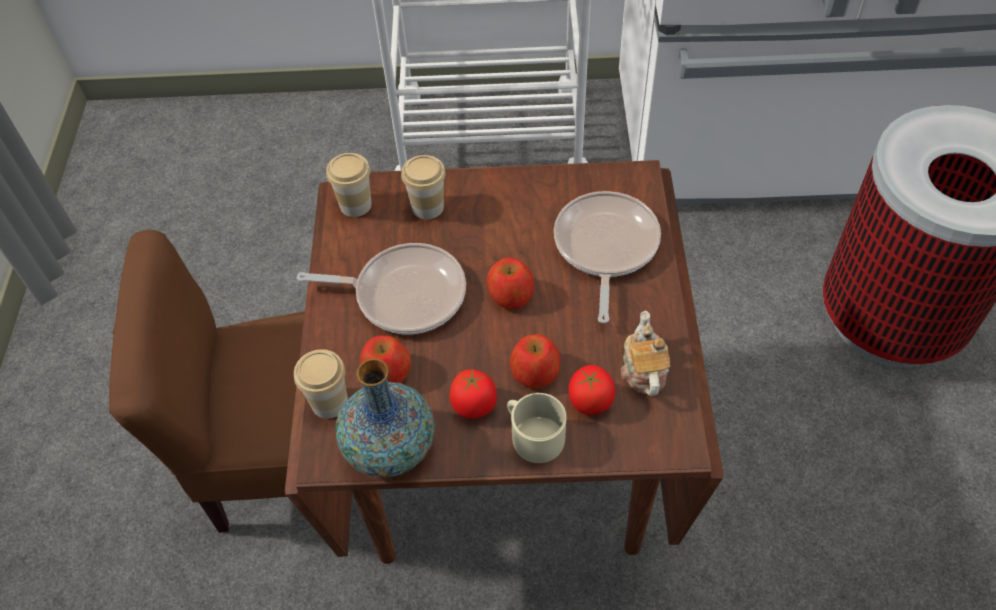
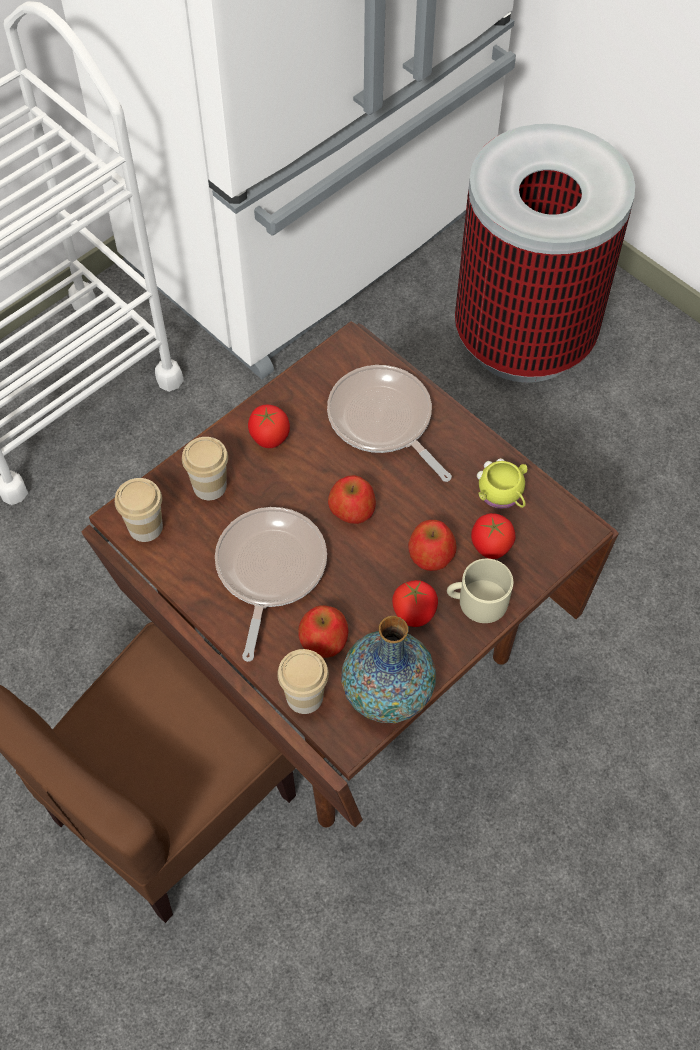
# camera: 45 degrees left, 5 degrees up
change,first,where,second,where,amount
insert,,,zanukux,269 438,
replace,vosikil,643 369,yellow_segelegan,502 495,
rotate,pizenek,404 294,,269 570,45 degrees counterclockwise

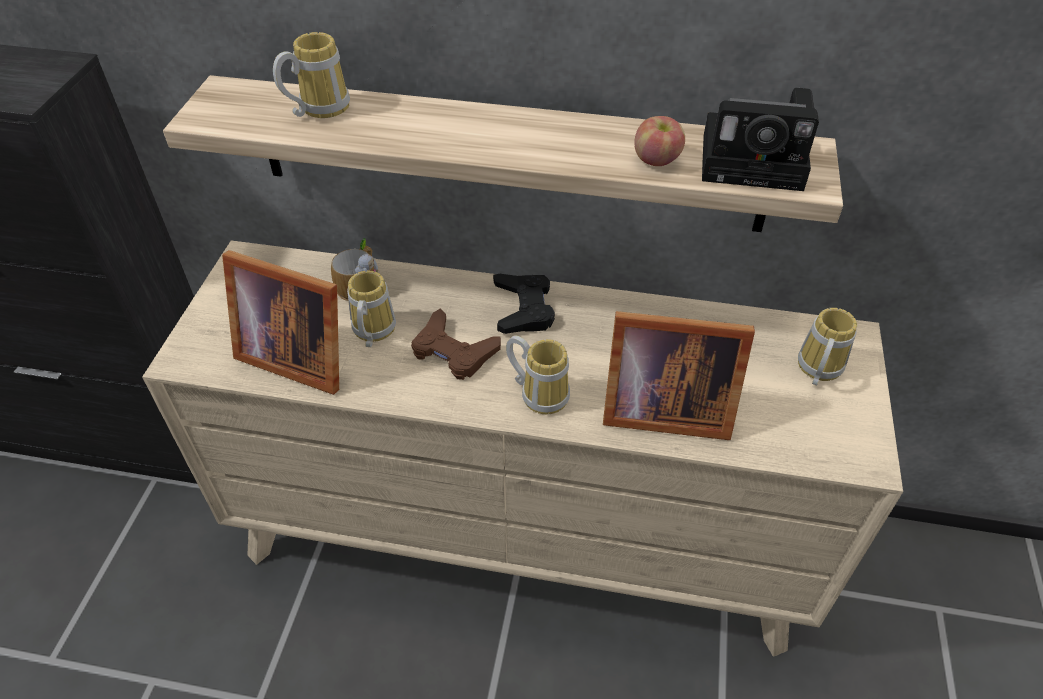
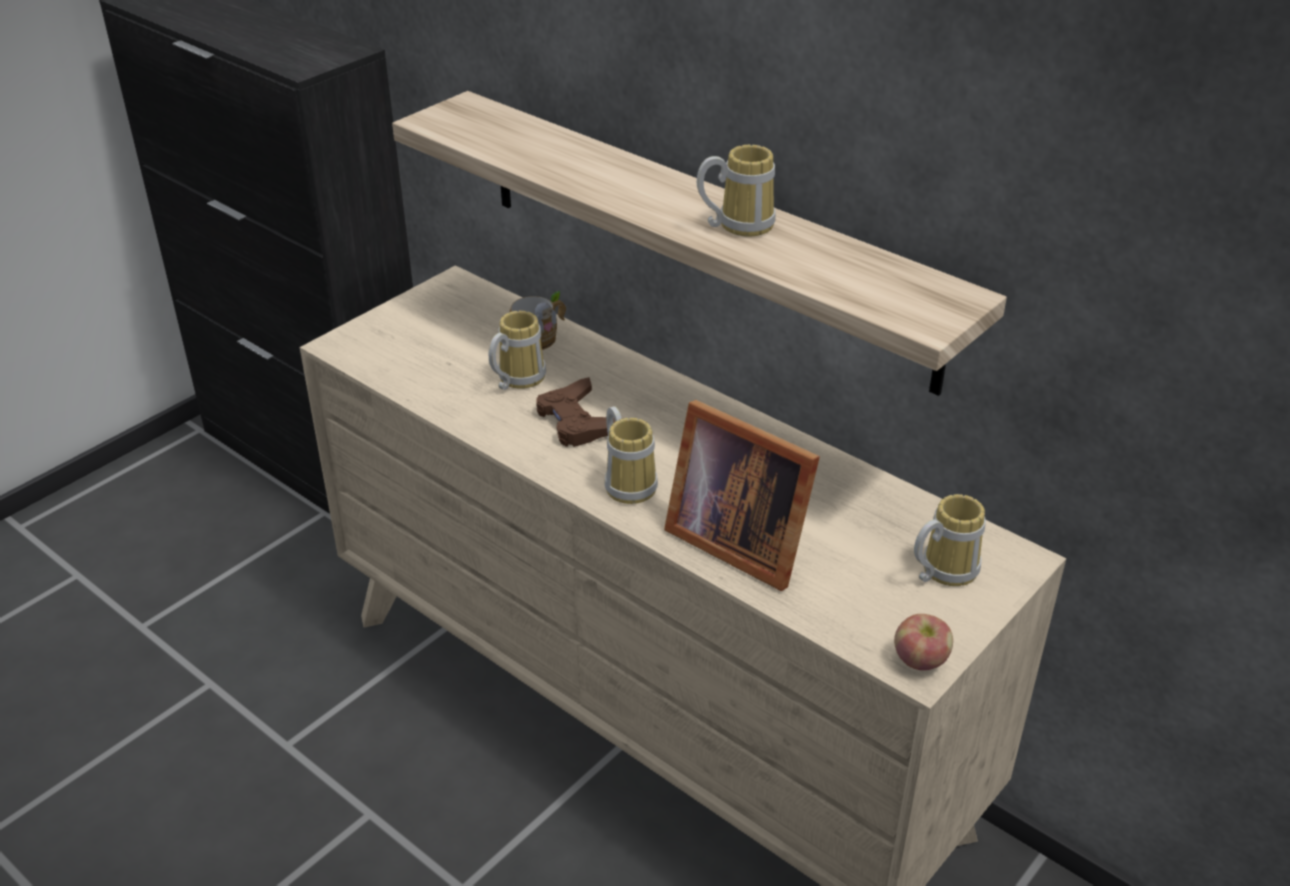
# camera: 30 degrees right, 10 degrees down
change,first,where,second,where,amount
delete,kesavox,296 355,,,
delete,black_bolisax,523 308,,,
delete,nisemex,757 162,,,
move,segelegan,318 108,,738 224,
move,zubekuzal,657 160,,920 660,

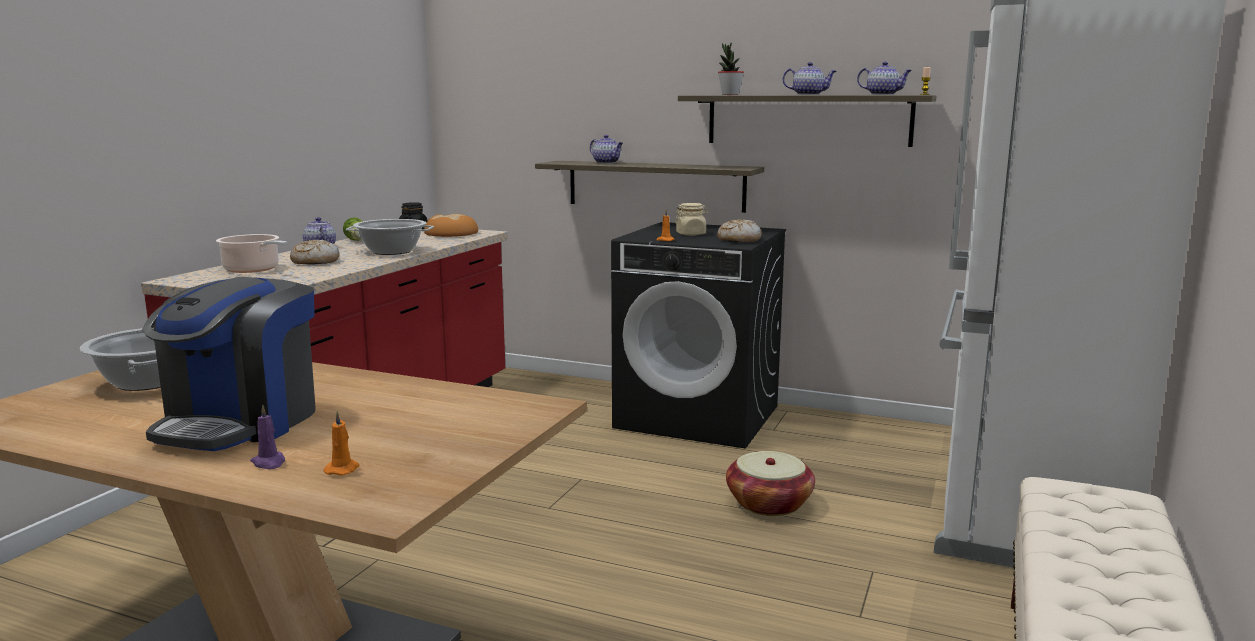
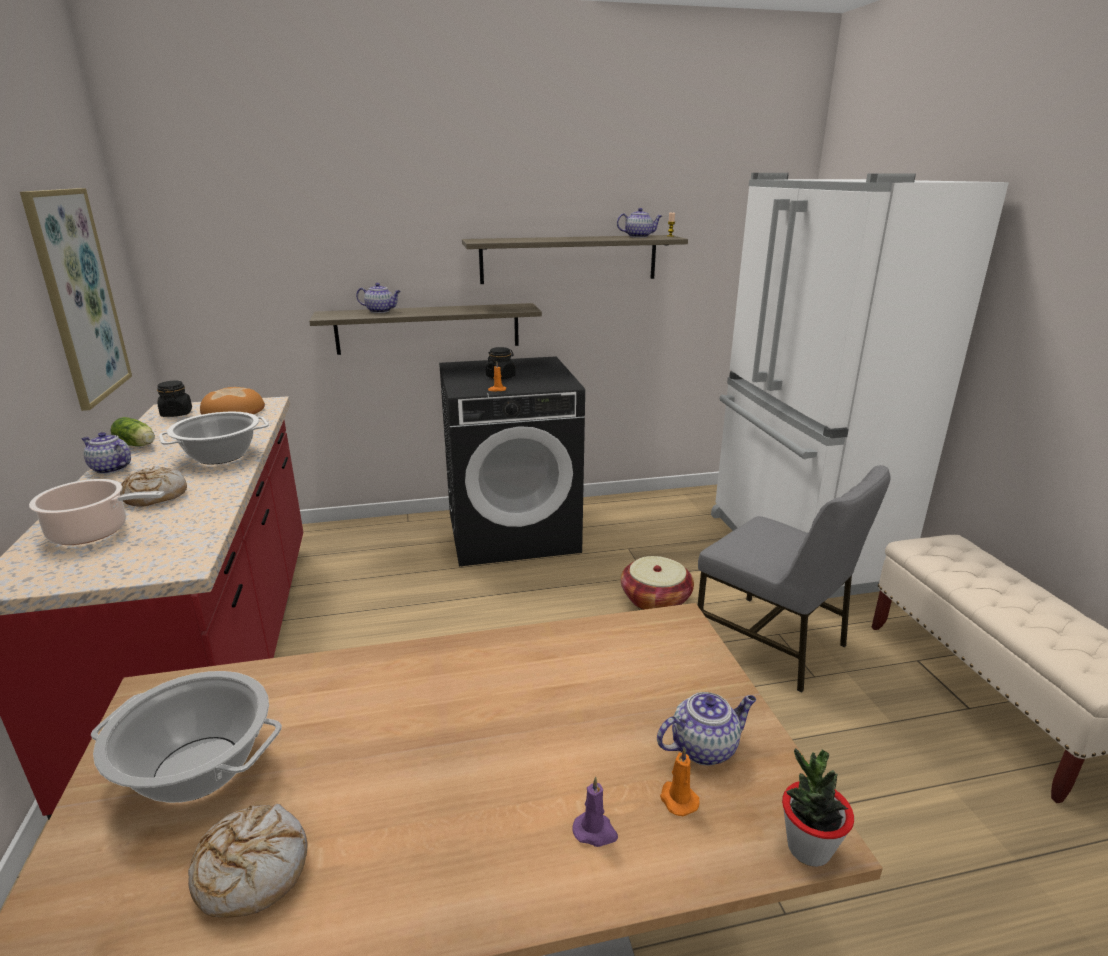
# camera: 35 degrees left, 10 degrees up
change,first,where,second,where,amount
delete,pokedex,241 422,,,
insert,,,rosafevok,78 297,
insert,,,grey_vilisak,773 643,
move,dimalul,738 240,,251 869,
move,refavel,730 95,,808 848,
move,vosikil,809 94,,704 747,
recolor,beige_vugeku,691 234,black_vugeku,501 377,

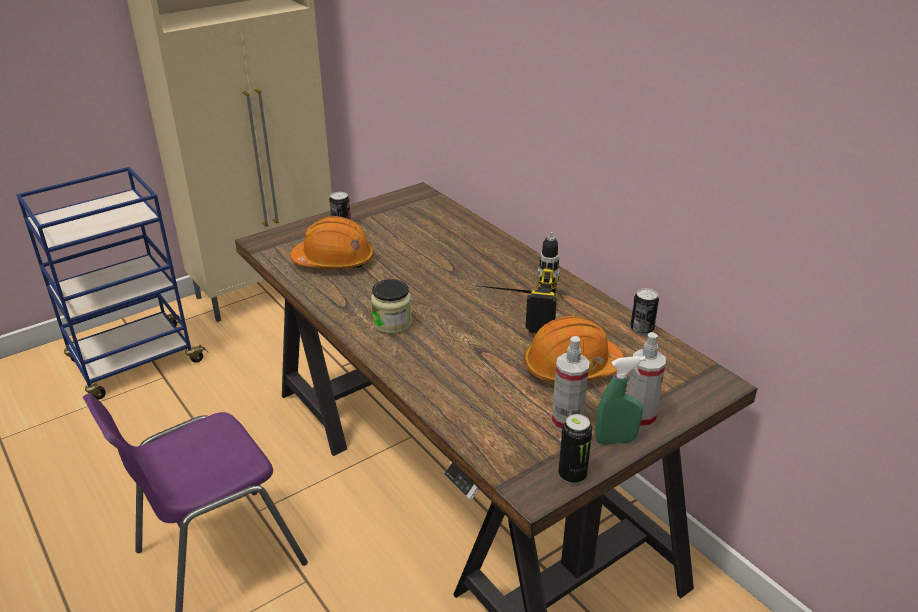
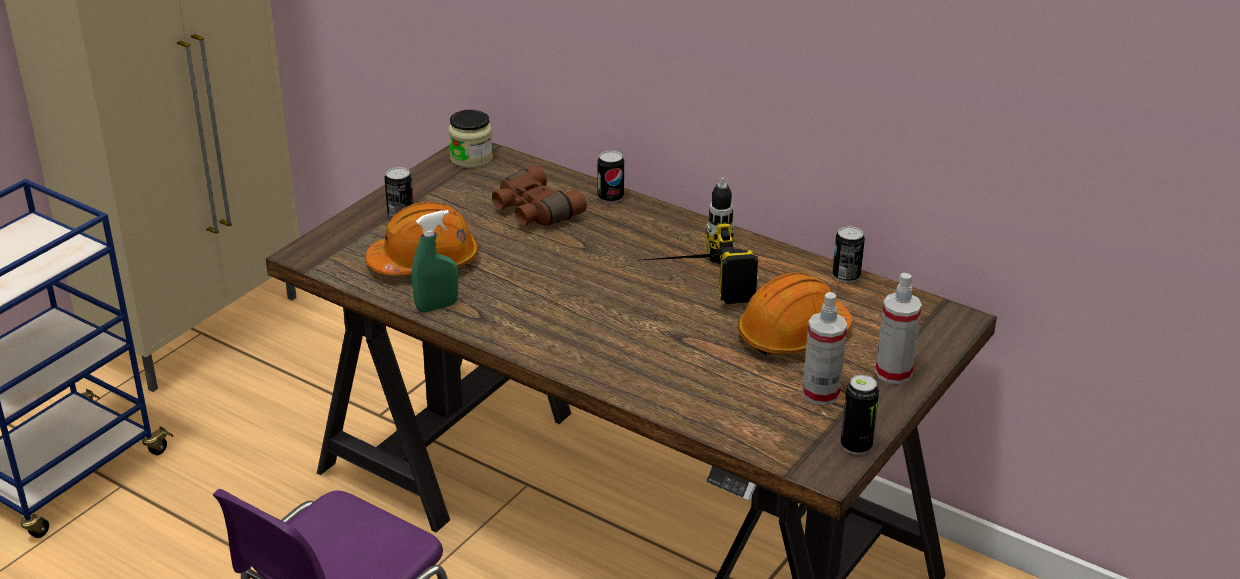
# camera: 20 degrees left, 0 degrees up
change,first,where,second,where,amount
insert,,,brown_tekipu,533 211,
insert,,,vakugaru,610 197,
move,vugeku,392 323,,471 158,
move,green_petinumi,615 440,,437 307,

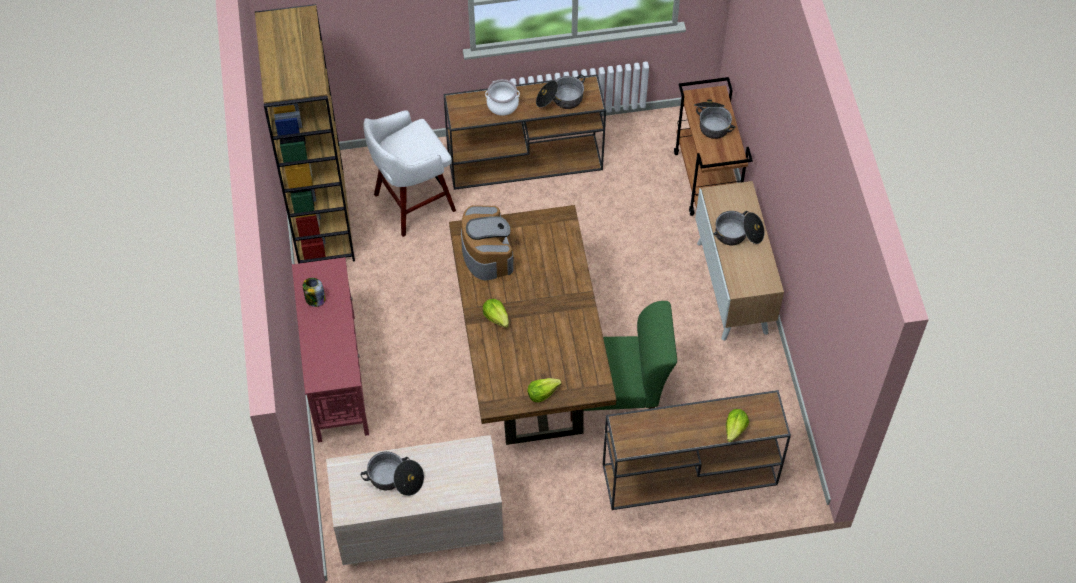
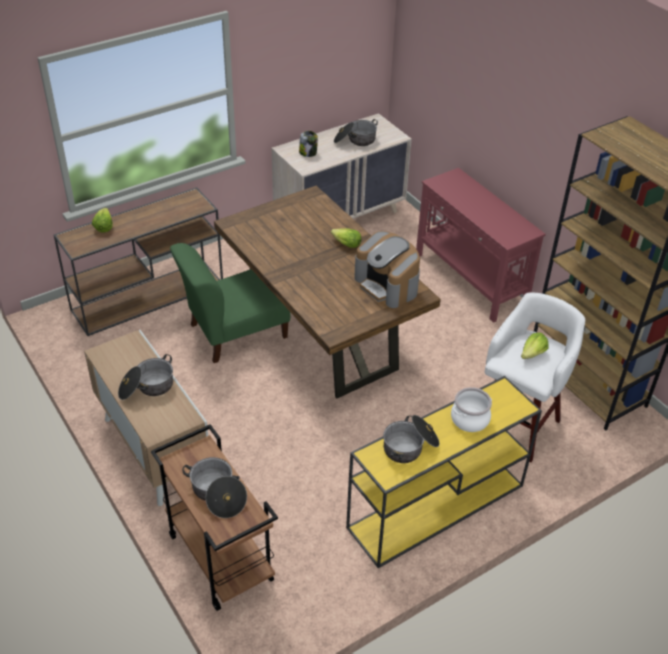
# camera: 155 degrees right, 15 degrees down
change,first,where,second,where,amount
move,vugeku,315 299,,308 153,
move,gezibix,542 393,,533 354,
recolor,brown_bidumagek,526 161,yellow_bidumagek,435 507,

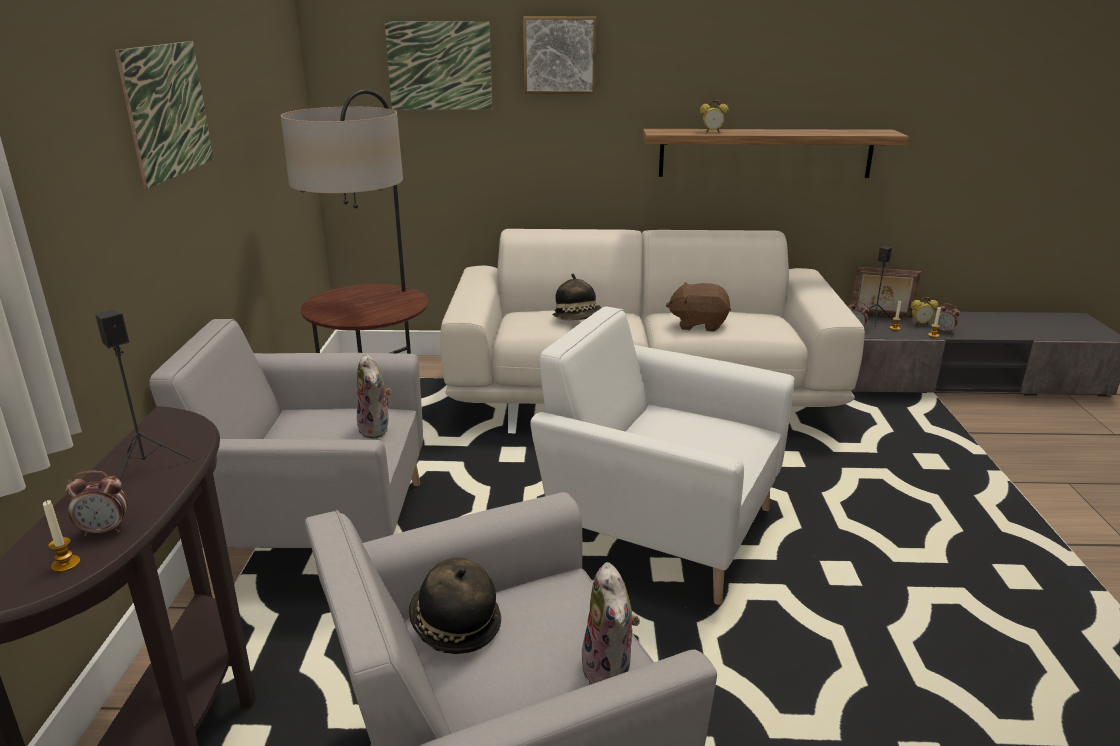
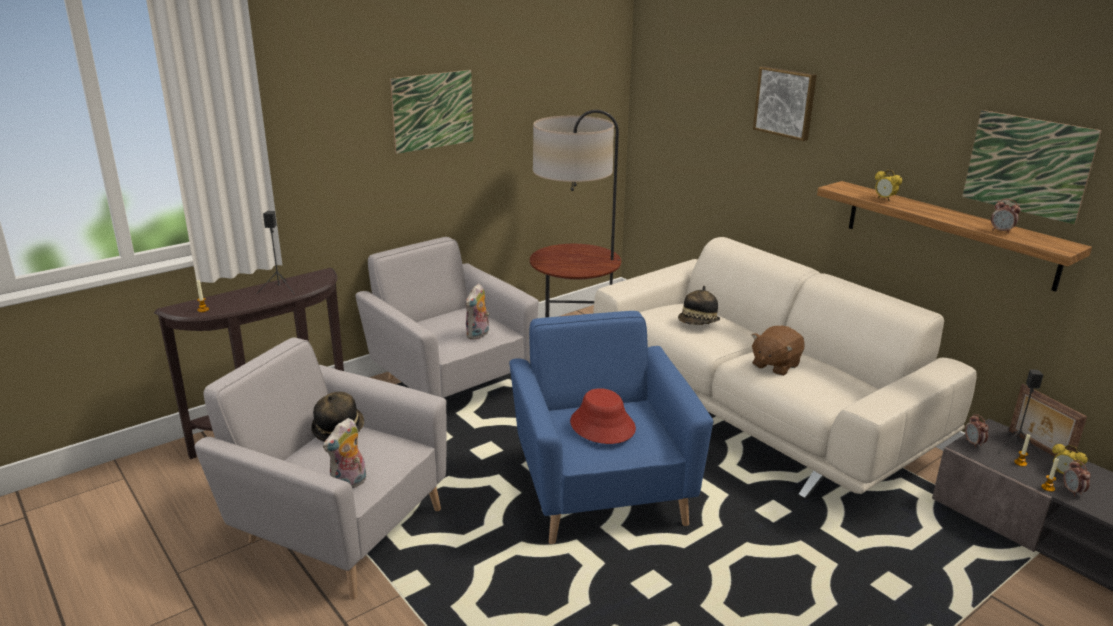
# camera: 50 degrees right, 0 degrees up
change,first,where,second,where,amount
insert,,,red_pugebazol,602 425,
move,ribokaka,105 530,,1001 231,
move,rosafevok,439 66,,1027 165,
recolor,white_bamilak,659 528,blue_bamilak,600 489,
rotate,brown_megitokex,698 324,,775 365,105 degrees counterclockwise

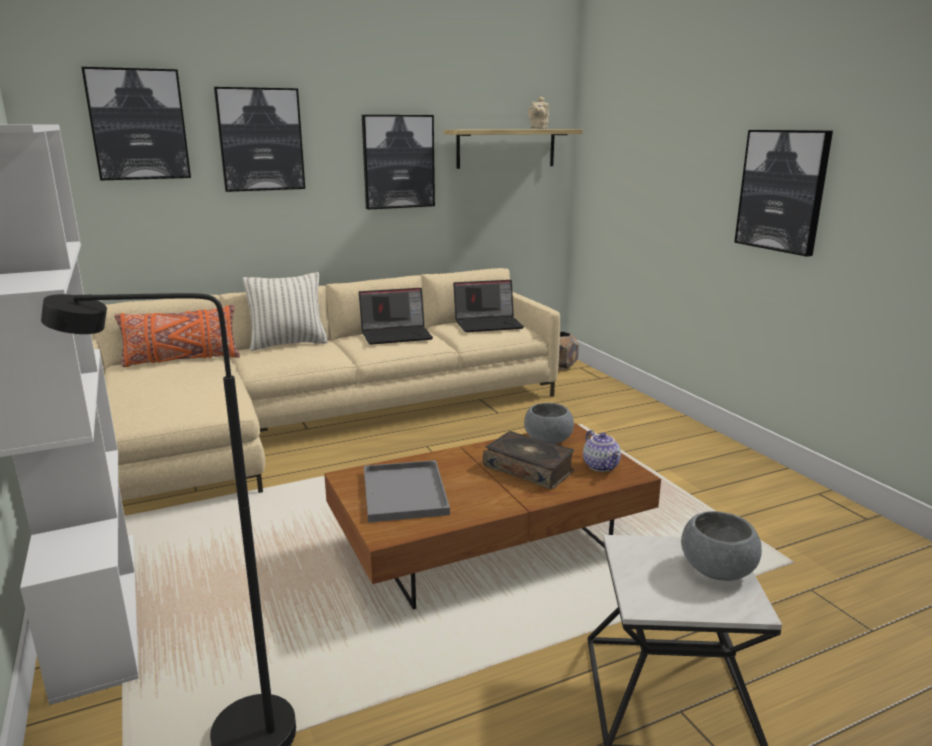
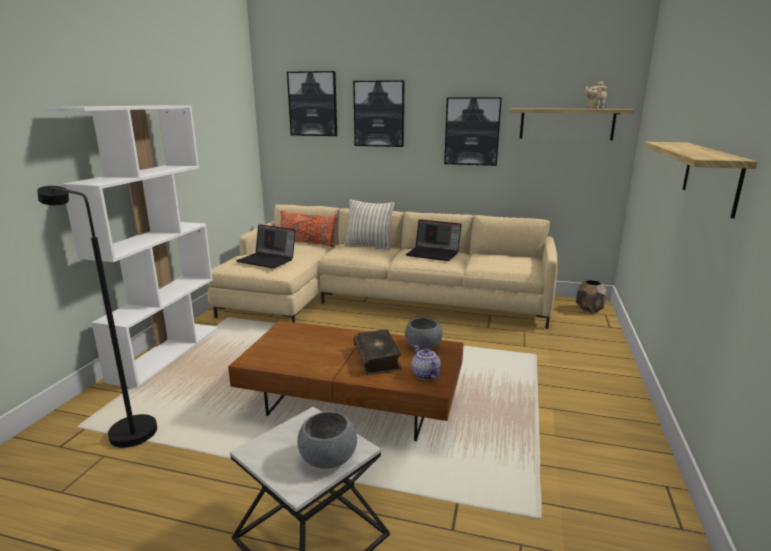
# camera: 40 degrees right, 0 degrees up
change,first,where,second,where,amount
delete,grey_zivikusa,403 491,,,
move,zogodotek,489 324,,268 260,
replace,rosafevok,782 191,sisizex,711 176,
rotate,vosikil,602 466,,424 374,135 degrees clockwise

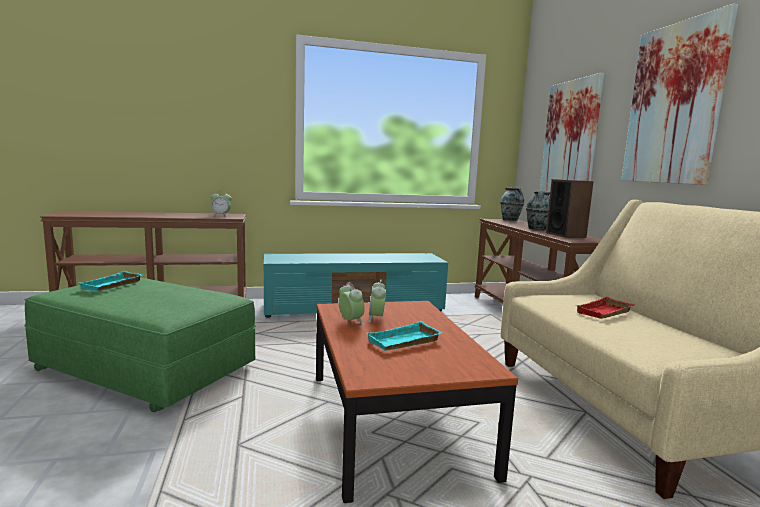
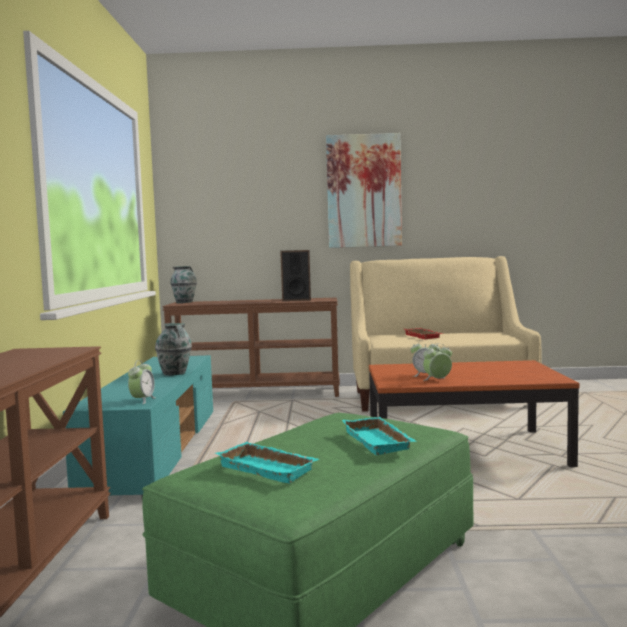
# camera: 75 degrees left, 5 degrees down
change,first,where,second,where,amount
delete,rosafevok,570 140,,,
move,ribokaka,221 215,,142 400,
move,turquoise_zivikusa,404 342,,380 441,
move,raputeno,537 229,,175 374,

